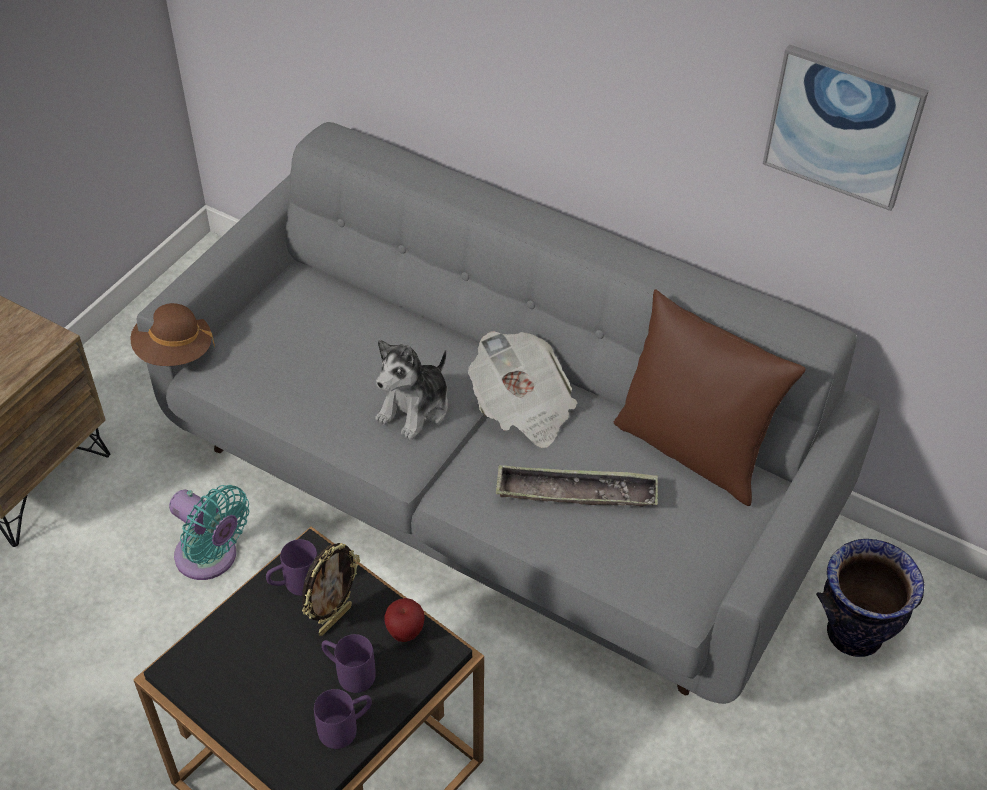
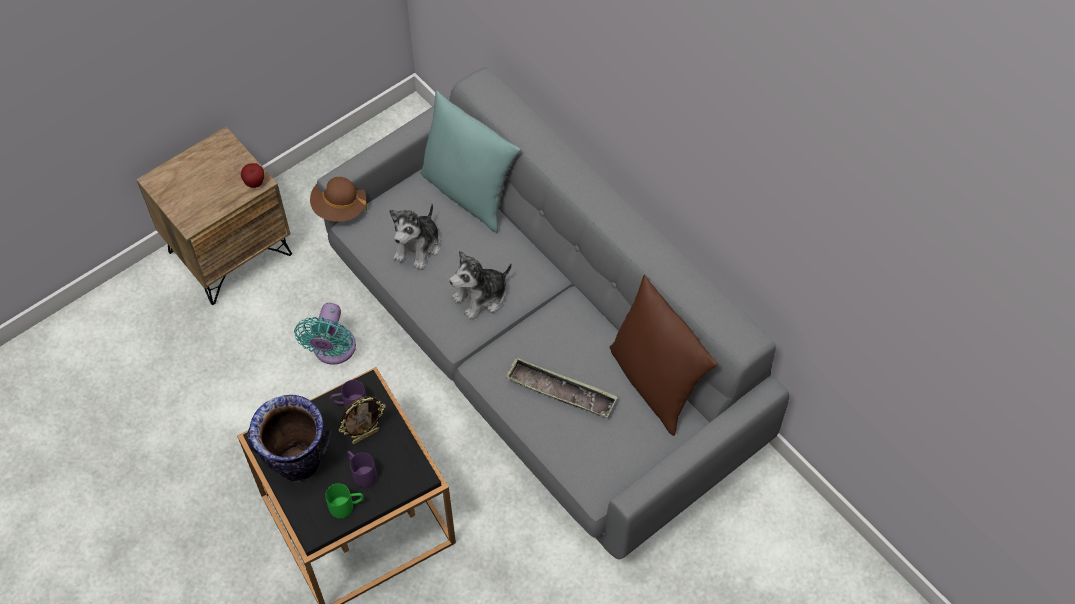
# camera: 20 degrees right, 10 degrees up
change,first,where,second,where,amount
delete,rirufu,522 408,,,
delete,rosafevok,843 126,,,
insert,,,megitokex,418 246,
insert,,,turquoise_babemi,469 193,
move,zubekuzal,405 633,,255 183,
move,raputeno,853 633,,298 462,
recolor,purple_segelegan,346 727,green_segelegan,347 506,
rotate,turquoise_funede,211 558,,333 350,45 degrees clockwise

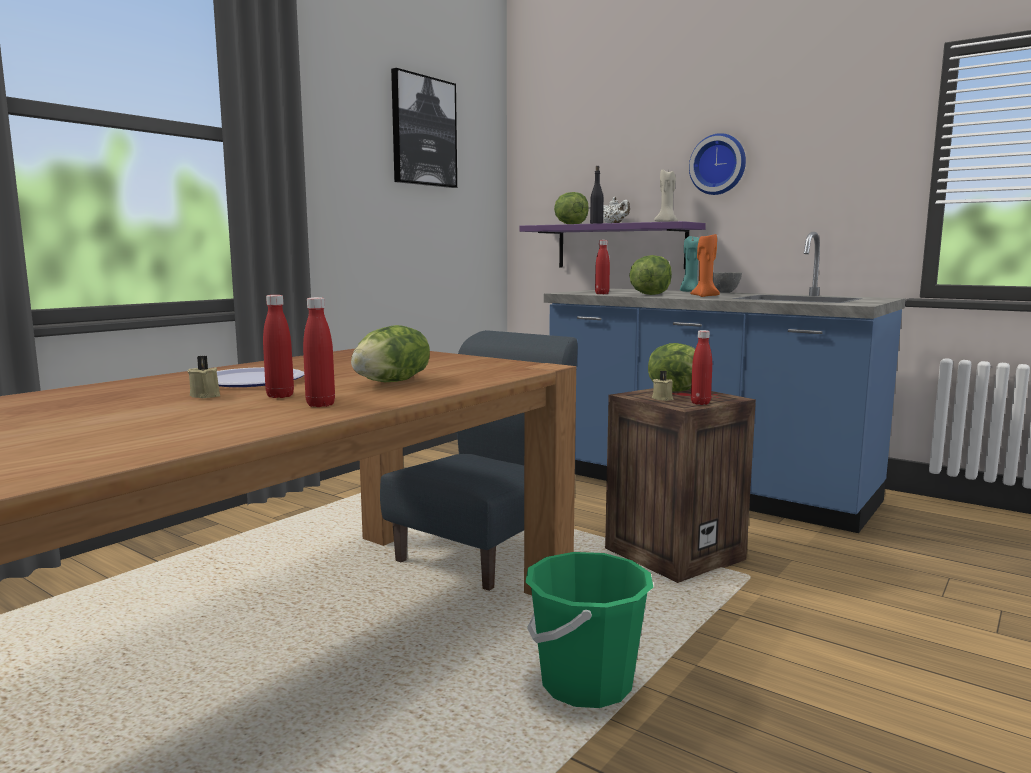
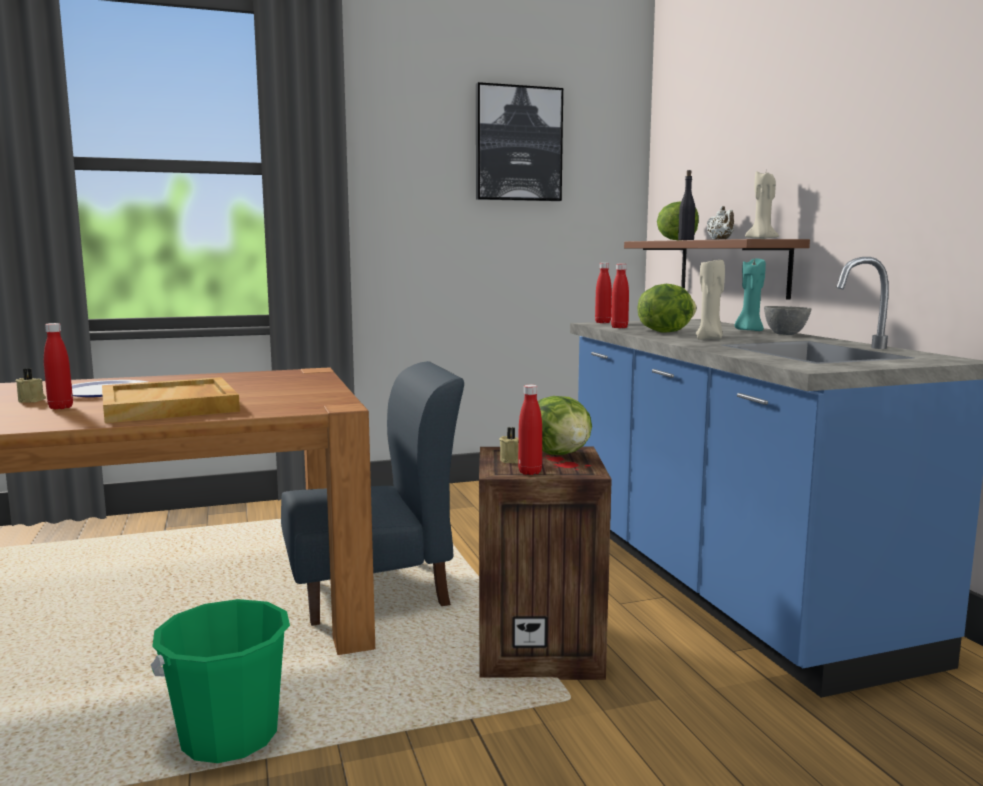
# camera: 35 degrees right, 0 degrees up
change,first,where,second,where,amount
delete,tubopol,718 164,,,
move,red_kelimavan,320 405,,602 322,
replace,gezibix,393 382,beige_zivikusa,170 406,
recolor,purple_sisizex,620 246,brown_sisizex,732 267,
recolor,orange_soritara,705 296,beige_soritara,709 339,

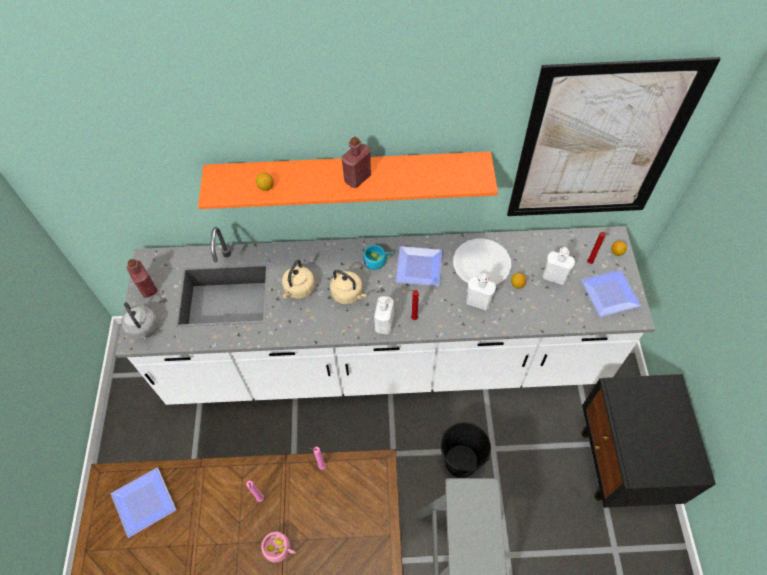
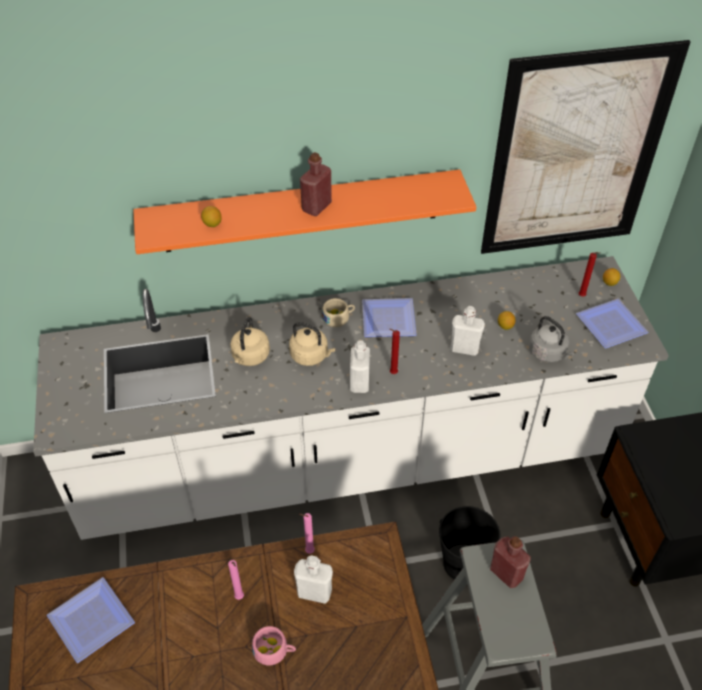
# camera: 10 degrees left, 10 degrees down
change,first,where,second,where,amount
delete,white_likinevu,481 264,,,
move,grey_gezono,144 329,,548 353,
move,red_kelimavan,147 288,,506 573,
move,white_kelimavan,554 277,,314 592,
recolor,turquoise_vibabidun,377 260,beige_vibabidun,338 318,

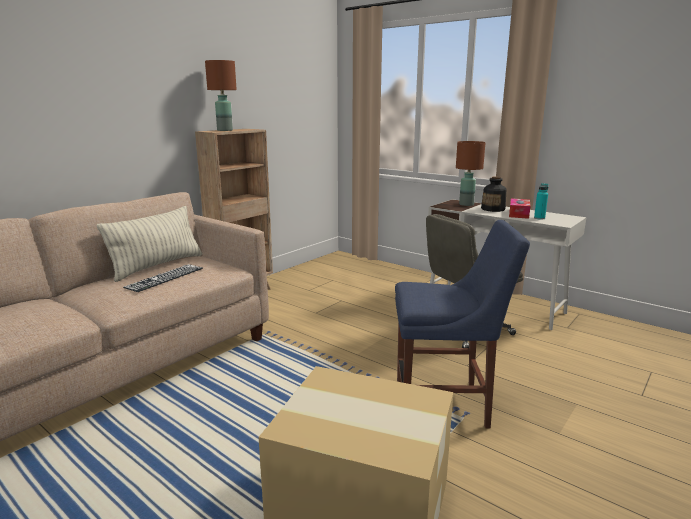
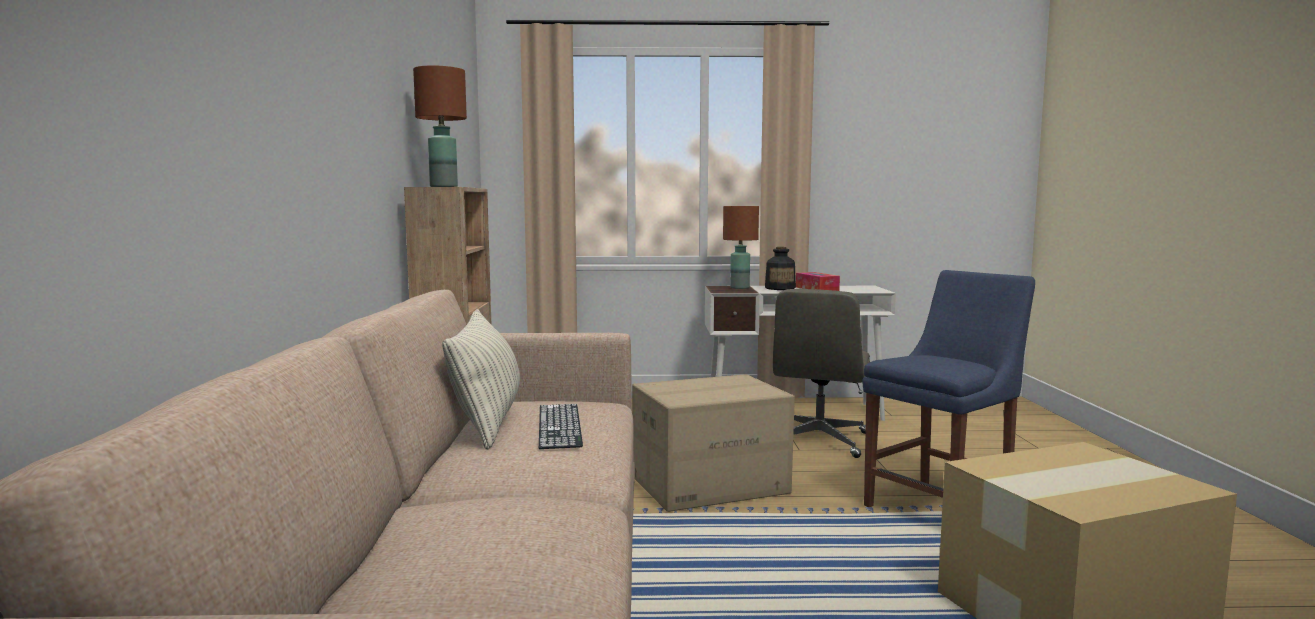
# camera: 40 degrees left, 10 degrees down
change,first,where,second,where,amount
delete,turquoise_kelimavan,539 218,,,
insert,,,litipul,709 484,

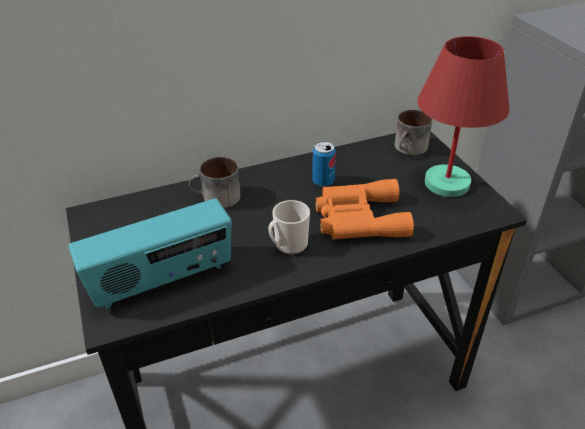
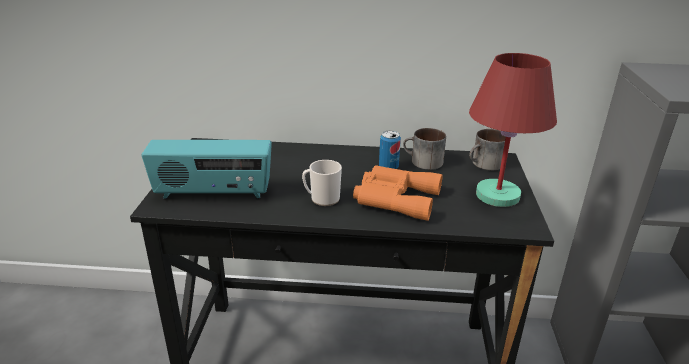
# camera: 25 degrees right, 10 degrees down
change,first,where,second,where,amount
move,segelegan,216 198,,422 162,

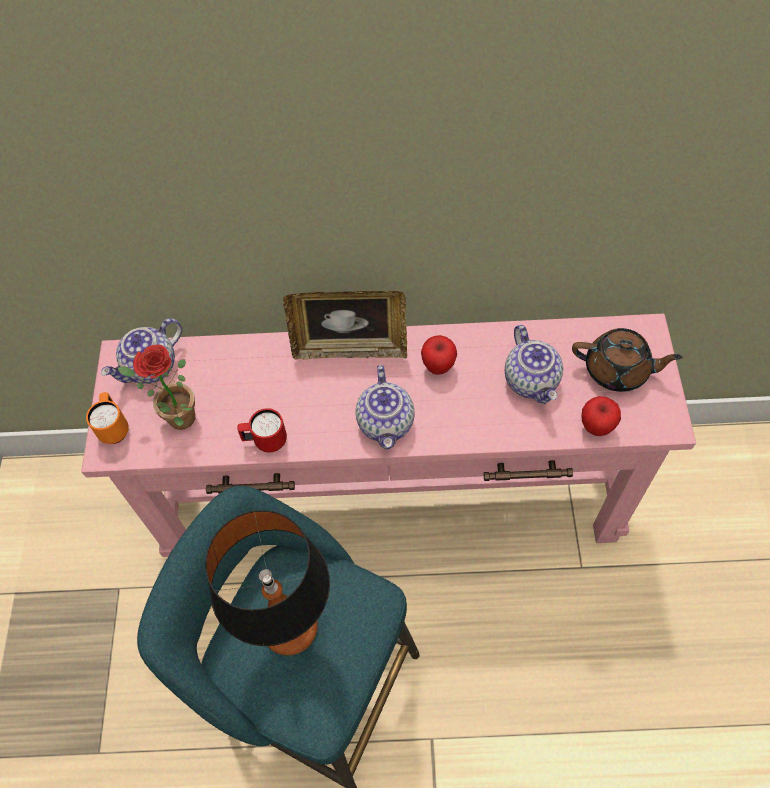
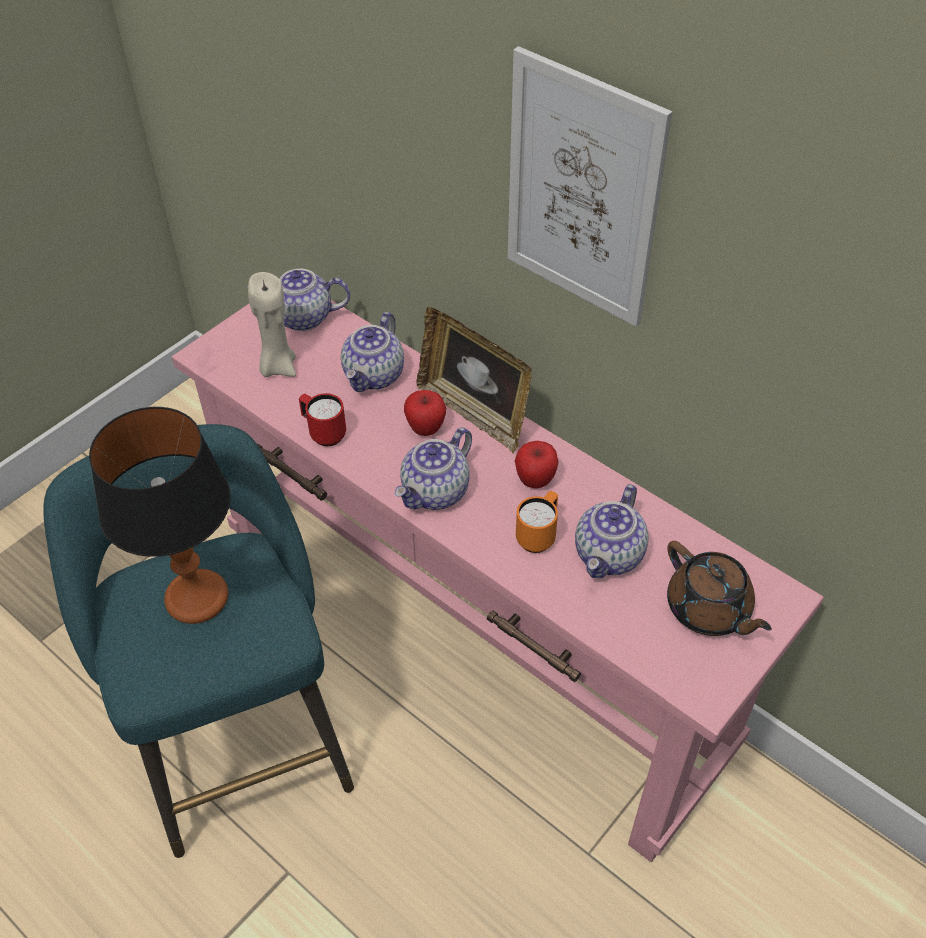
# camera: 40 degrees right, 10 degrees down
change,first,where,second,where,amount
insert,,,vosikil,374 376,
insert,,,rosafevok,582 191,
move,orange_segelegan,114 427,,538 535,
move,zubekuzal,596 427,,426 429,
replace,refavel,175 418,beige_soritara,277 367,

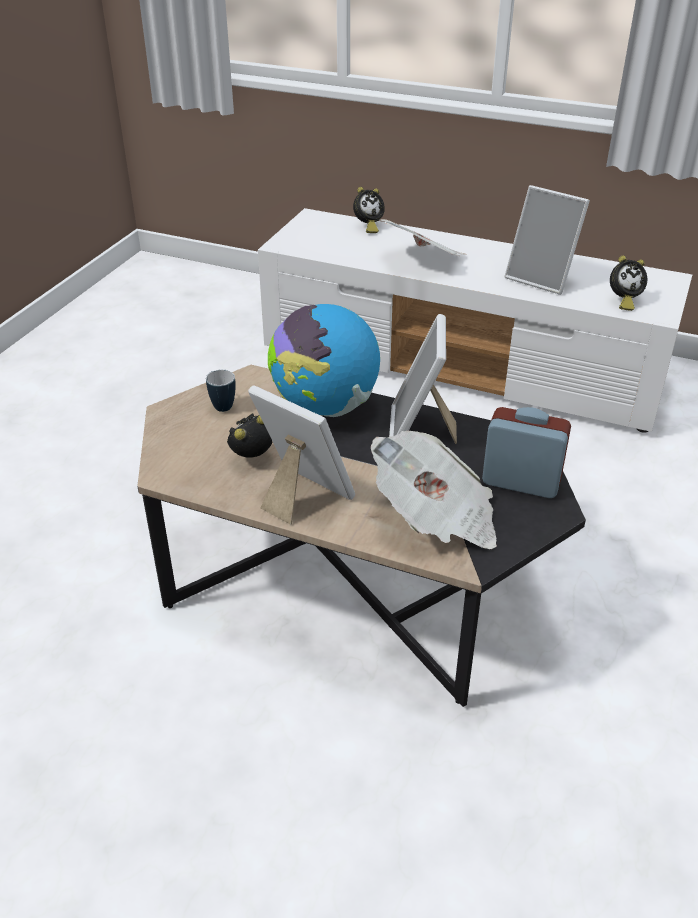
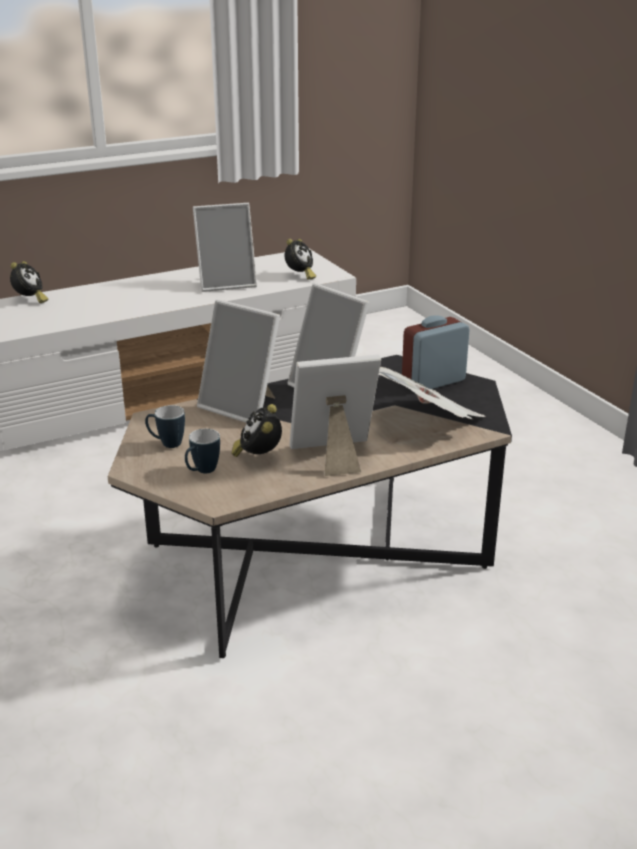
# camera: 50 degrees left, 10 degrees down
change,first,where,second,where,amount
delete,rirufu,423 261,,,
insert,,,segelegan,202 472,
replace,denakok,325 406,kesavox,243 407,

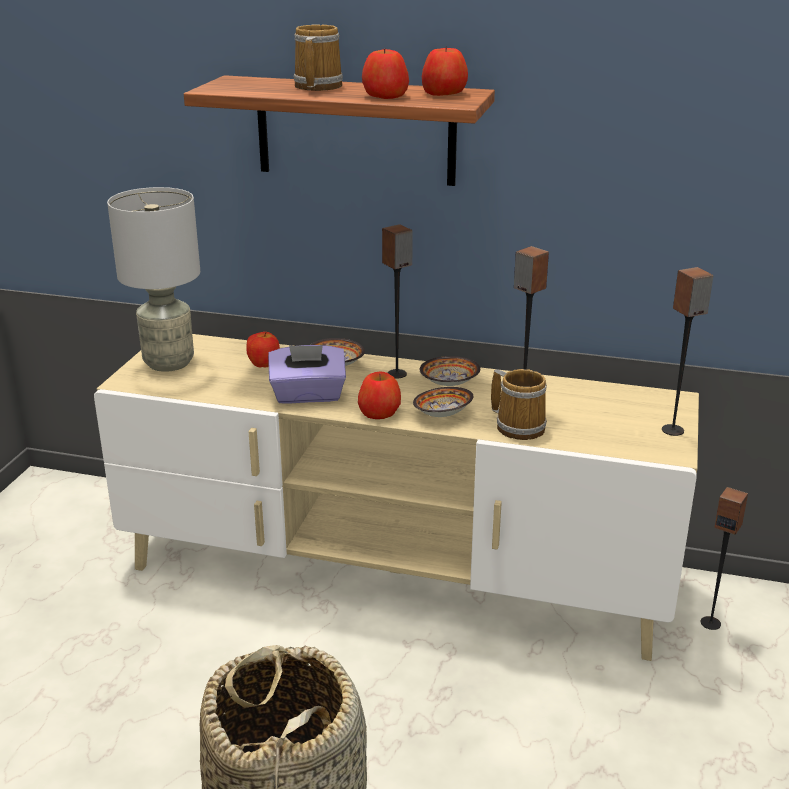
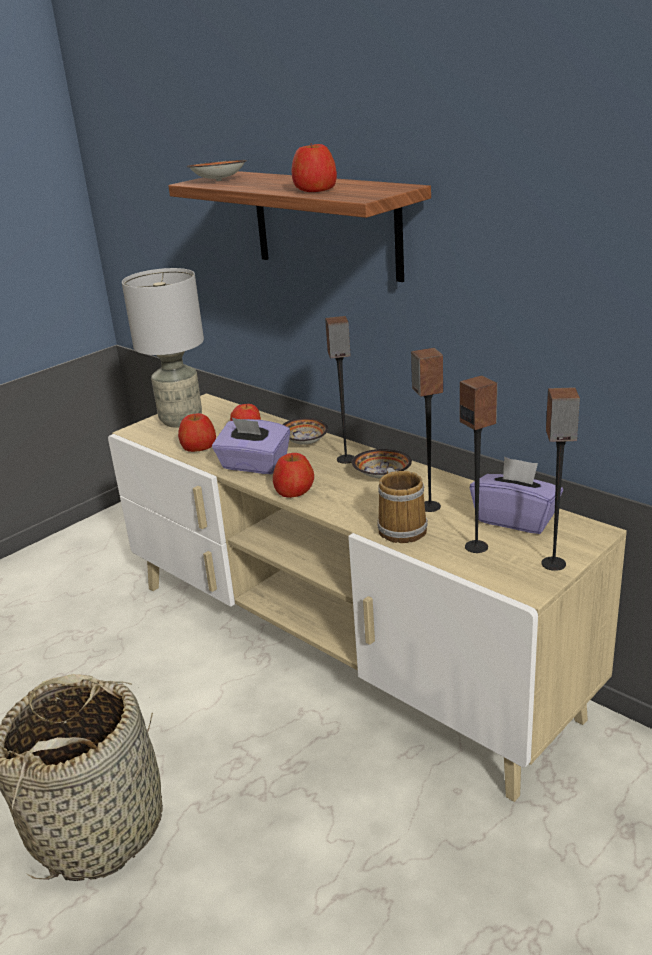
# camera: 30 degrees right, 0 degrees up
change,first,where,second,where,amount
delete,segelegan,315 86,,,
insert,,,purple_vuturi,515 519,
move,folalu,443 415,,219 180,
move,zubekuzal,444 93,,198 447,
move,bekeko,710 623,,476 546,

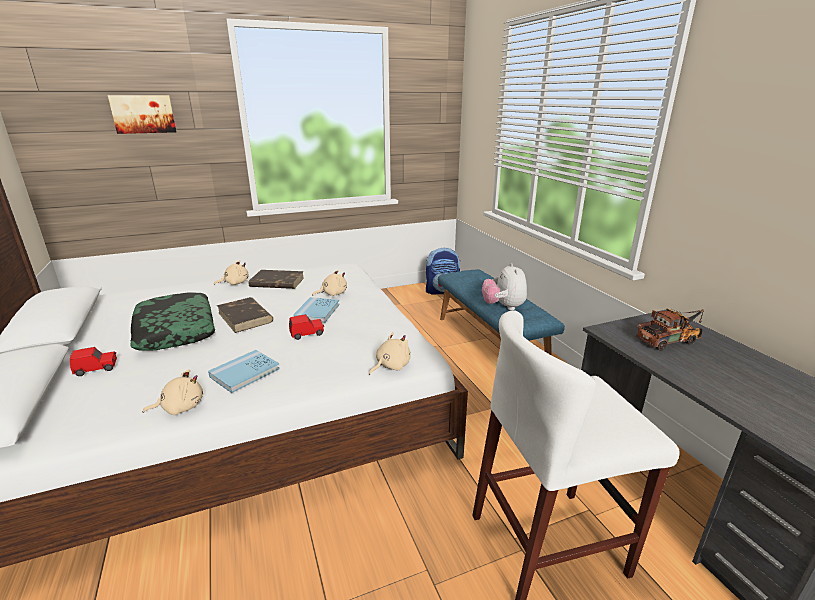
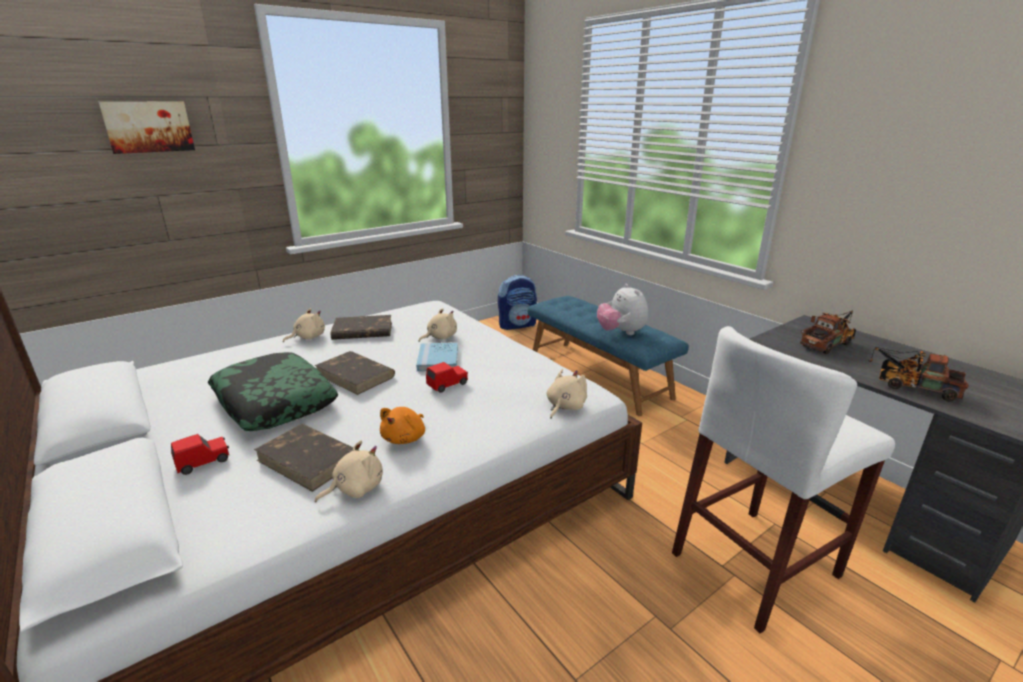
# camera: 15 degrees left, 0 degrees up
change,first,where,second,where,amount
insert,,,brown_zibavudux,310 460,
insert,,,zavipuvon,911 387,
replace,blue_zibavudux,245 373,orange_megitokex,405 438,

